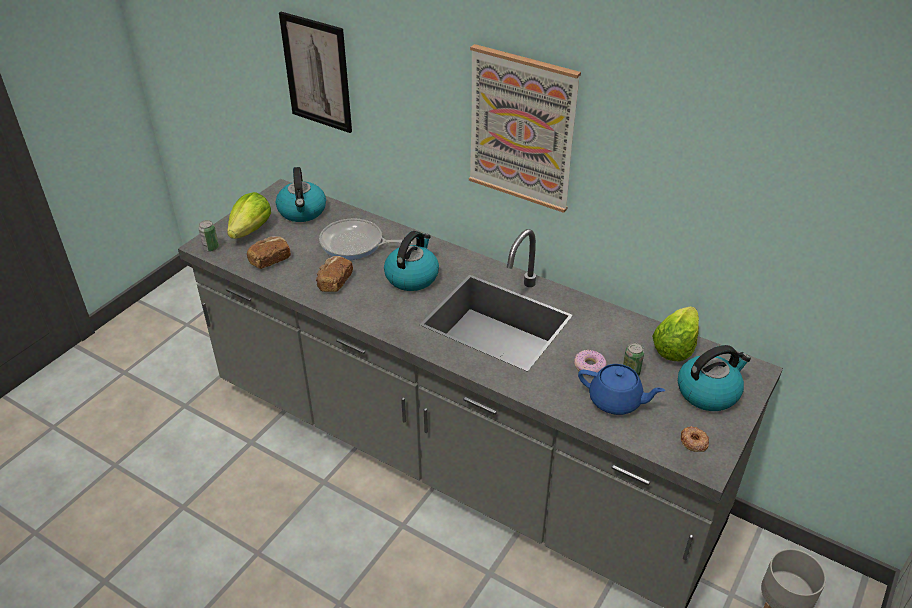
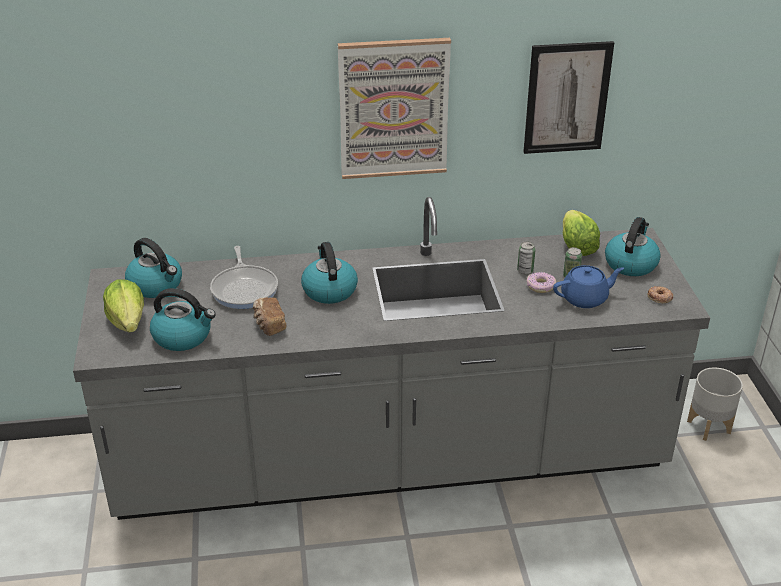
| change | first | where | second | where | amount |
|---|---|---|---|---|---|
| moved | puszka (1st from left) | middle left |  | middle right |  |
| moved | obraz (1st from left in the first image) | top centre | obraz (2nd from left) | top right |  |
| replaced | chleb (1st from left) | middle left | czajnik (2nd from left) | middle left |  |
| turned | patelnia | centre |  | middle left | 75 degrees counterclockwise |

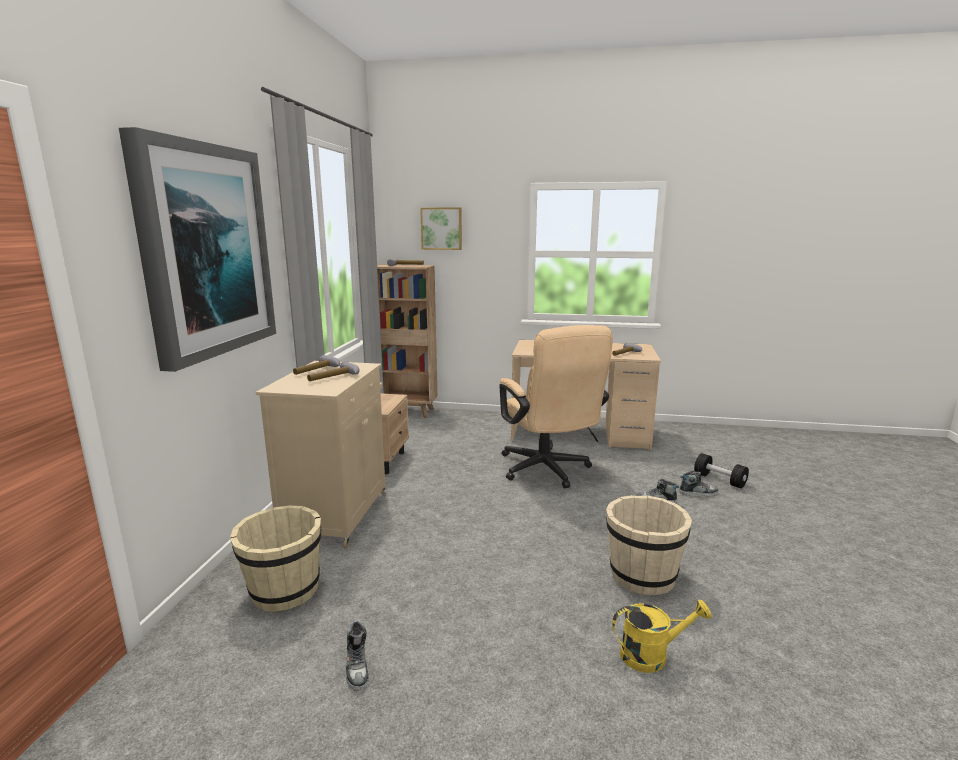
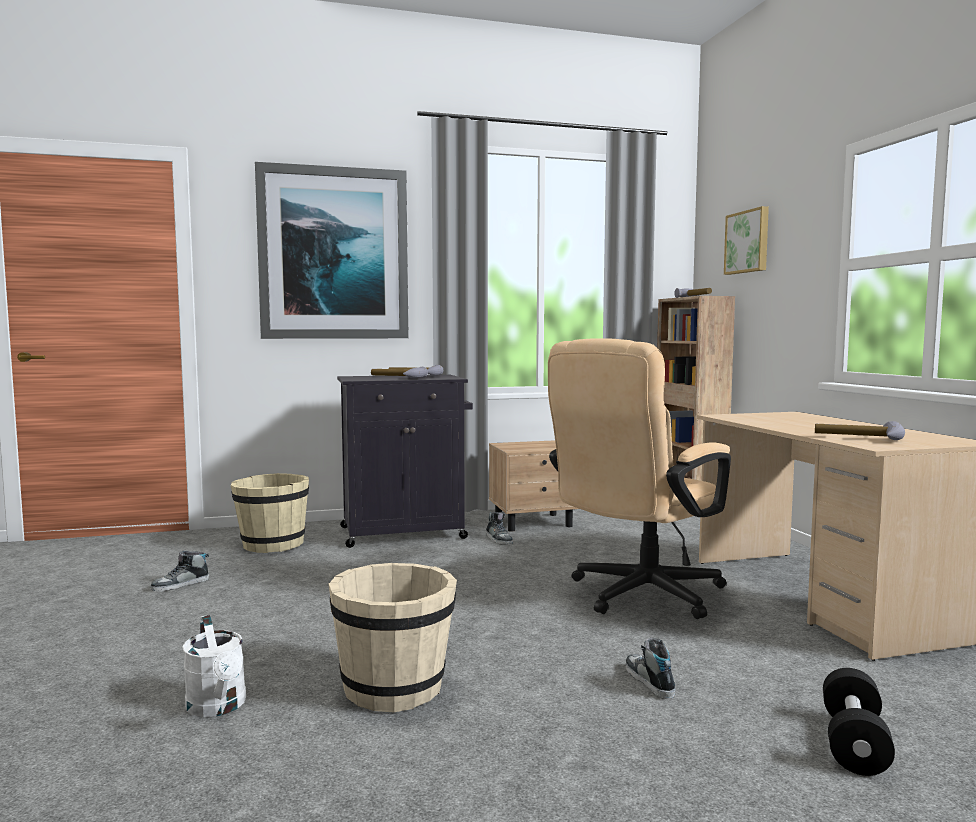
| change | first | where | second | where | amount |
|---|---|---|---|---|---|
| moved | but (3rd from left in the first image) | middle right | but (2nd from left) | centre |  |
| recoloured | szafka/beżowy | centre | szafka/czarny | centre |  |
| recoloured | konewka/żółty | bottom right | konewka/biały | bottom left |  |

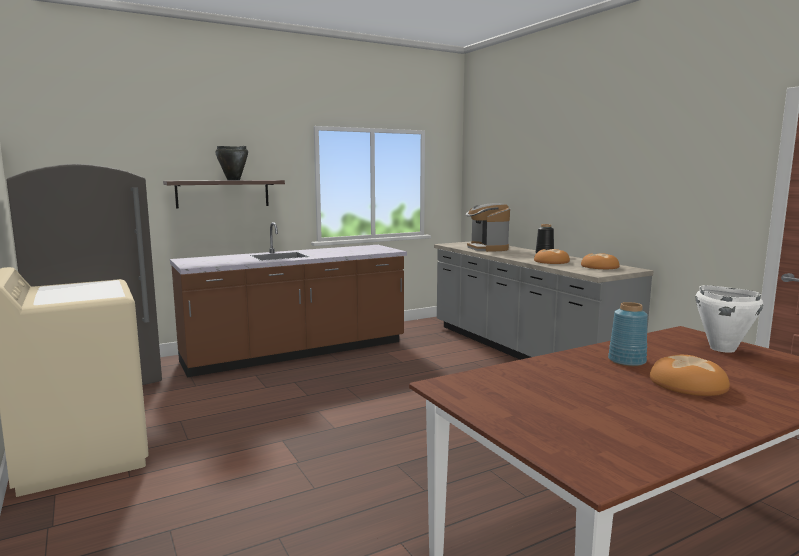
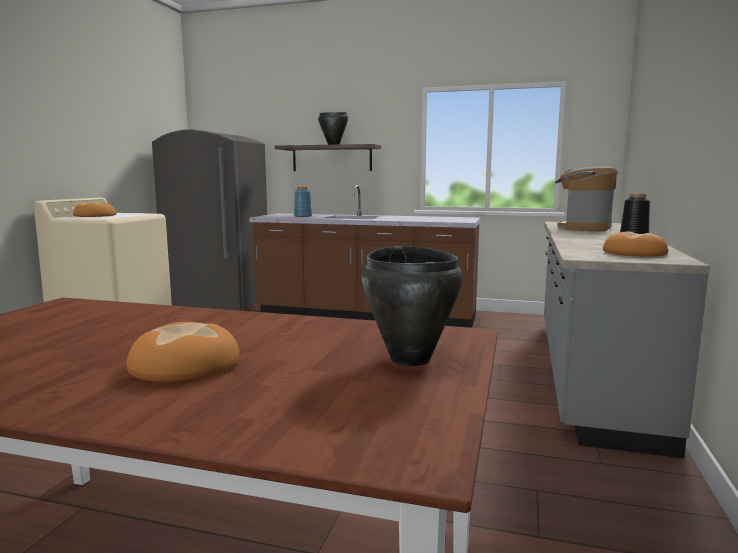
| change | first | where | second | where | amount |
|---|---|---|---|---|---|
| moved | chleb (1st from left) | middle right |  | middle left |  |
| moved | wazon/niebieski | middle right |  | centre |  |
| recoloured | garnek/biały | middle right | garnek/czarny (2nd from left) | centre |  |

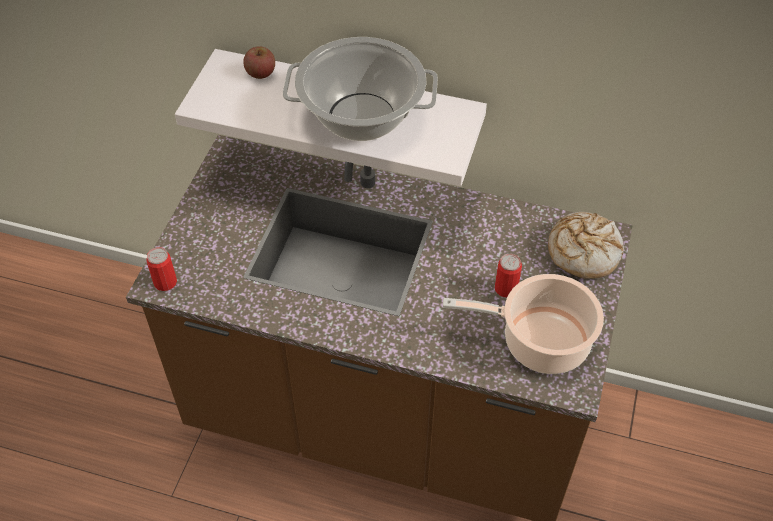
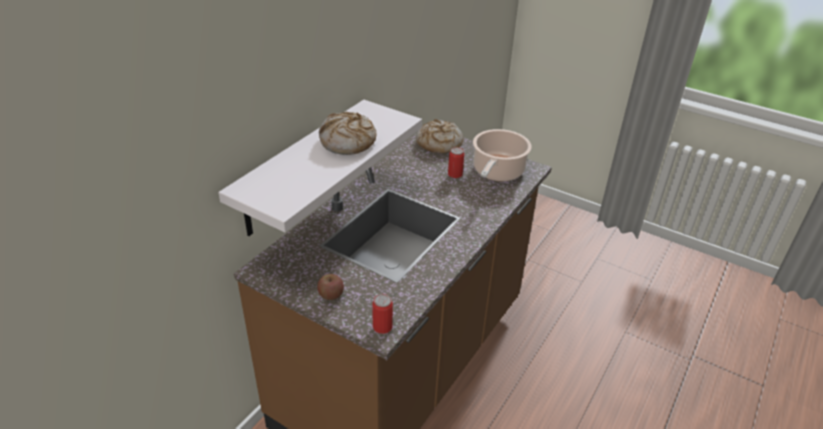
| change | first | where | second | where | amount |
|---|---|---|---|---|---|
| moved | jabłko | top centre |  | bottom centre |  |
| replaced | garnek (1st from left) | top centre | chleb (1st from left) | top centre |  |

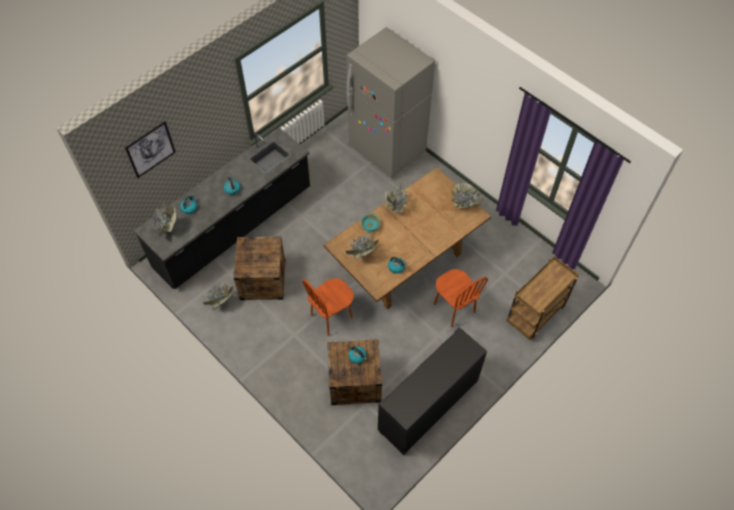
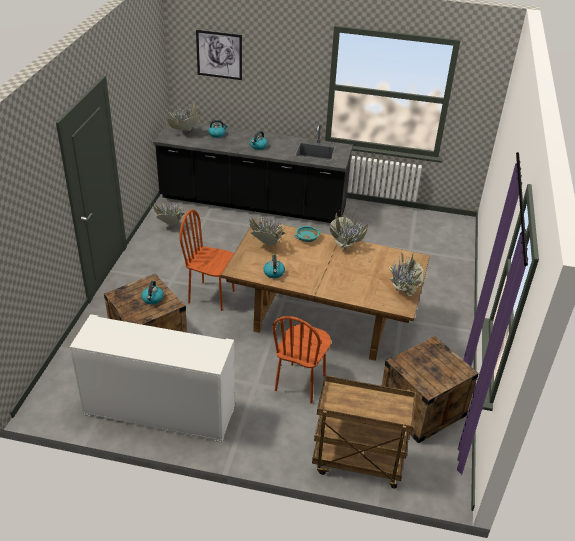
| change | first | where | second | where | amount |
|---|---|---|---|---|---|
| removed | lodówka/szary | top centre |  |  |  |
| moved | skrzynka (1st from left in the first image) | centre | skrzynka (2nd from left) | bottom right |  |
| recoloured | szafka/czarny | bottom centre | szafka/biały | bottom left |  |

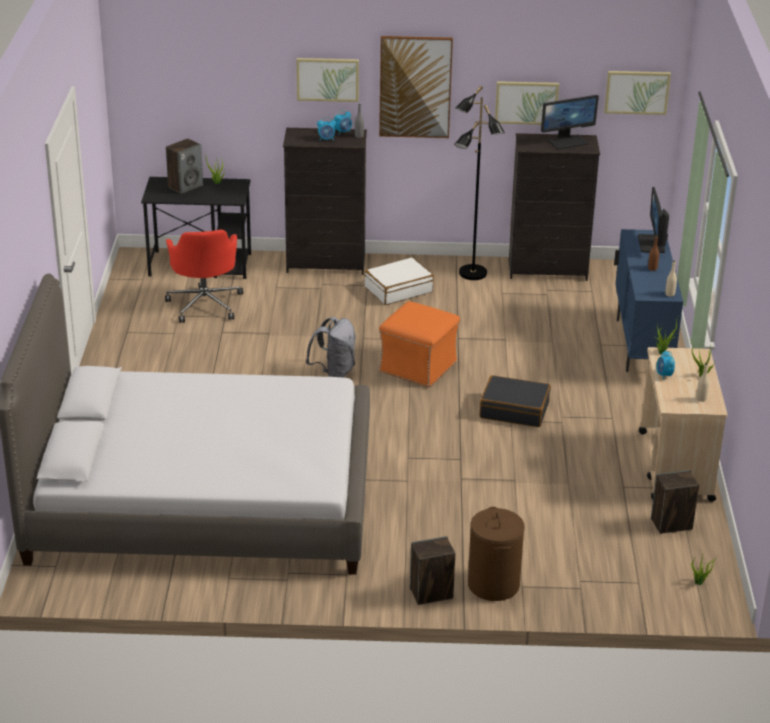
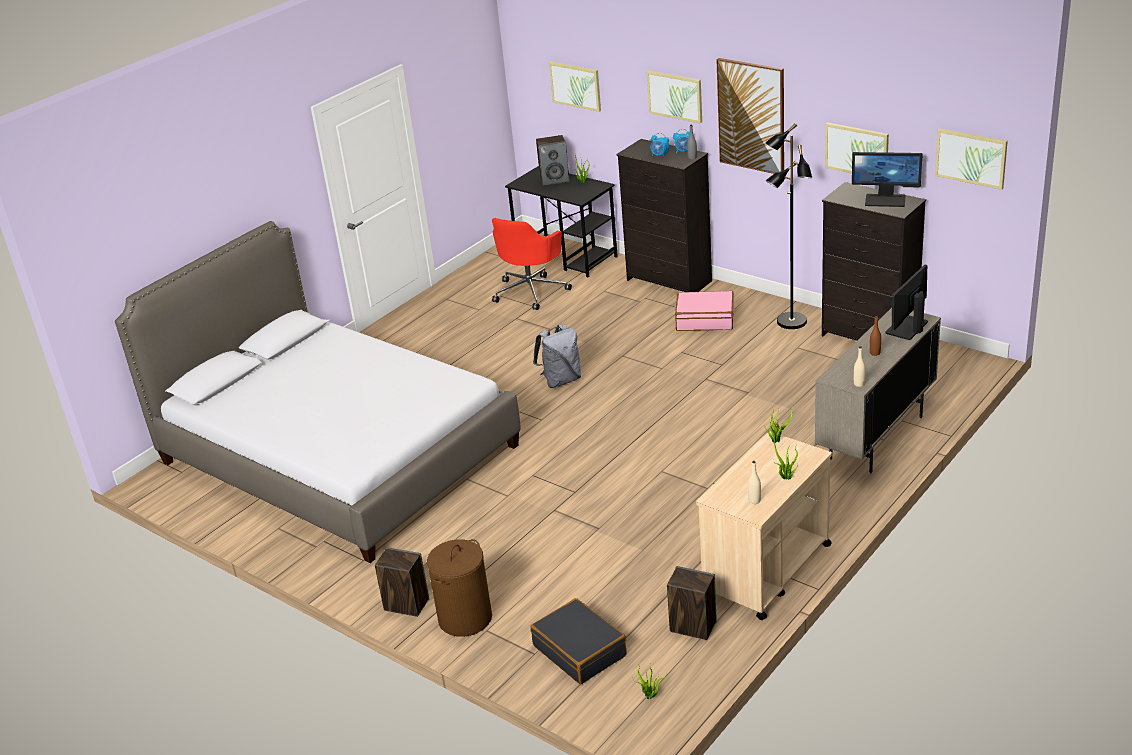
| change | first | where | second | where | amount |
|---|---|---|---|---|---|
| removed | pufa/pomarańczowy | centre |  |  |  |
| removed | budzik (3rd from left) | middle right |  |  |  |
| added |  |  | obraz (1st from left) | top centre |  |
| moved | walizka/czarny | middle right |  | bottom centre |  |
| recoloured | walizka/biały | centre | walizka/różowy | centre |  |
| recoloured | szafka/niebieski | middle right | szafka/beżowy | middle right |  |

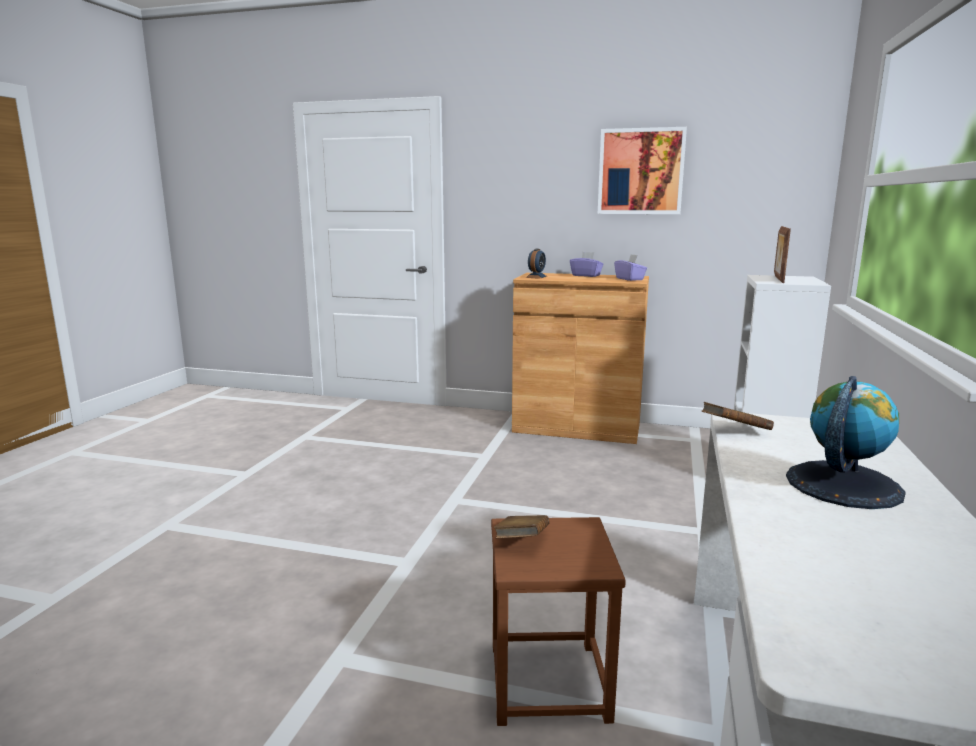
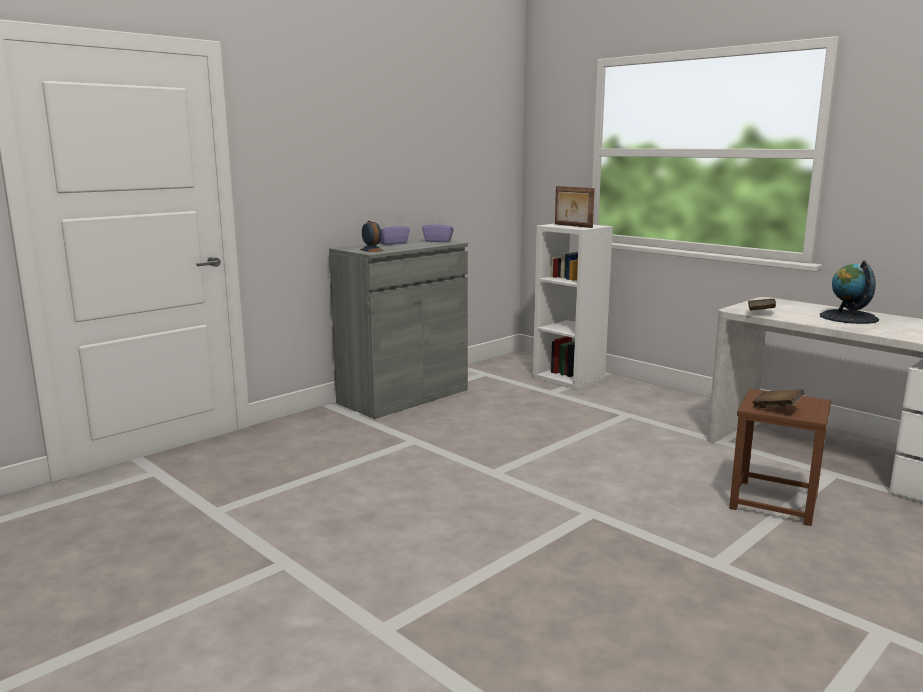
| change | first | where | second | where | amount |
|---|---|---|---|---|---|
| removed | obraz | top centre |  |  |  |
| recoloured | szafka/brązowy | centre | szafka/szary | centre |  |

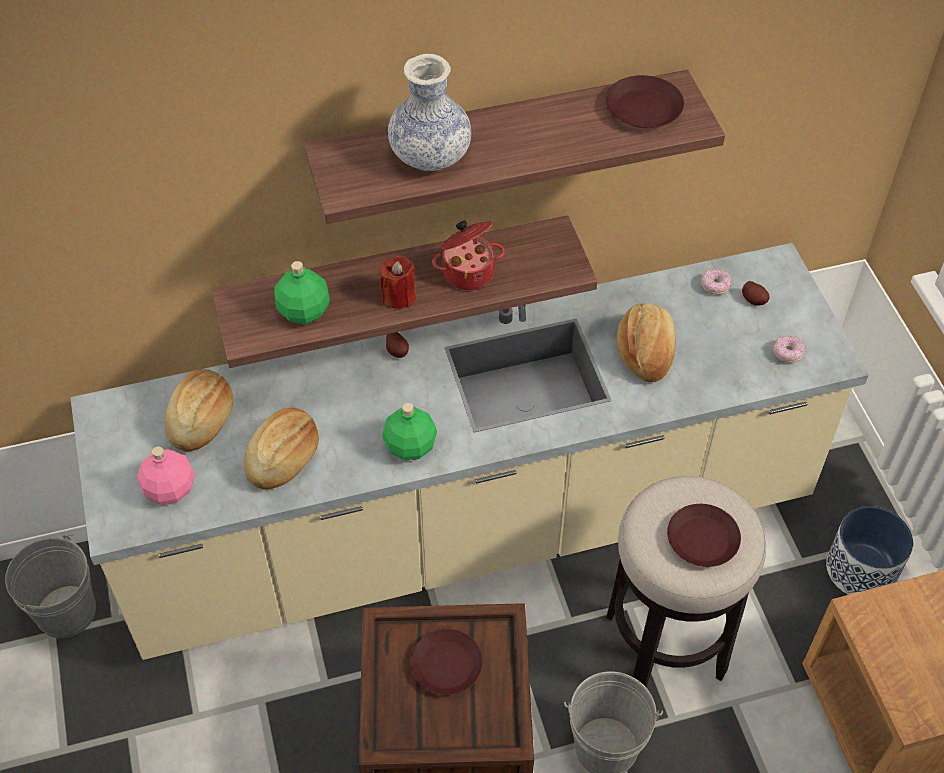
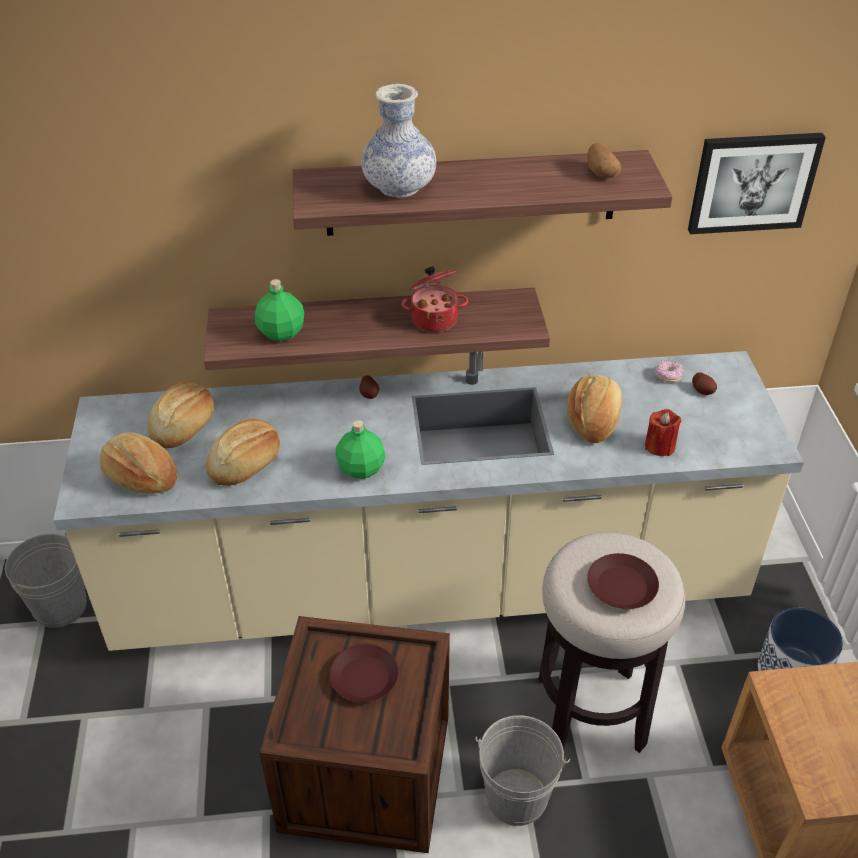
| change | first | where | second | where | amount |
|---|---|---|---|---|---|
| removed | donut (2nd from left) | middle right |  |  |  |
| added |  |  | obraz | top right |  |
| moved | świeca/czerwony | centre |  | middle right |  |
| replaced | butelka/różowy | middle left | chleb (1st from left) | middle left |  |
| replaced | talerz/brązowy (2nd from left) | top right | ziemniak (2nd from left) | top right |  |

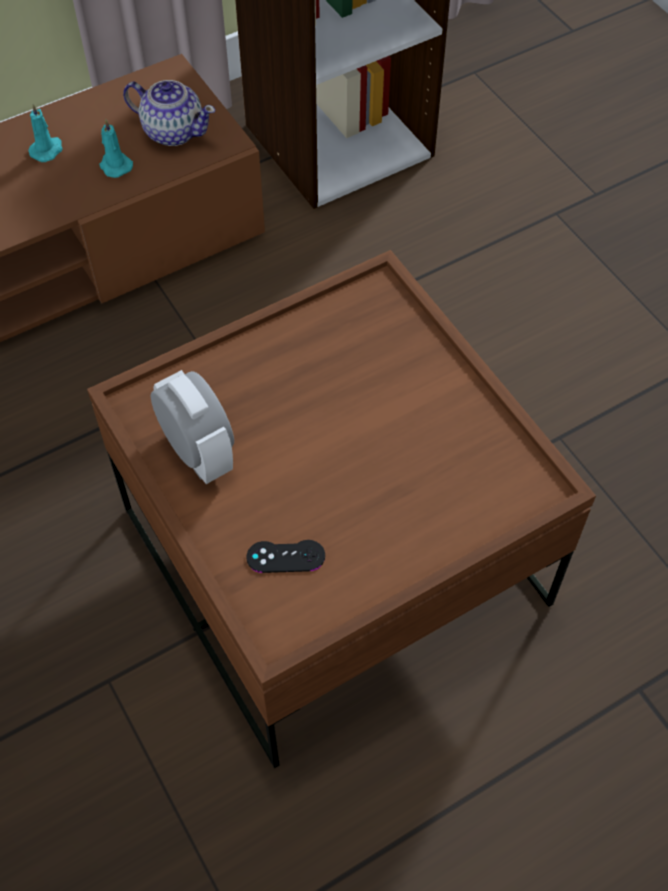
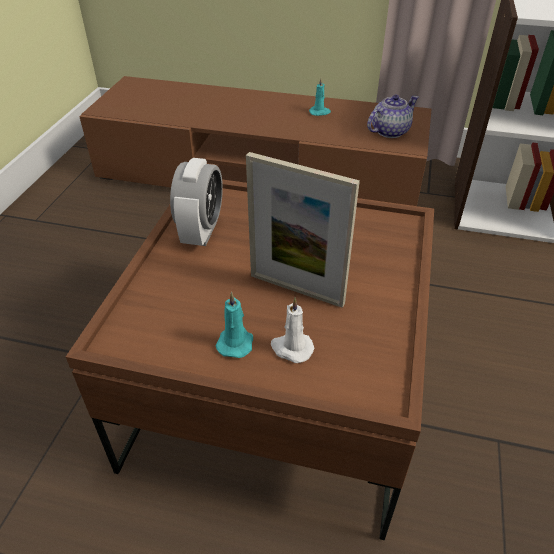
| change | first | where | second | where | amount |
|---|---|---|---|---|---|
| removed | pad do gier/czarny | centre |  |  |  |
| added |  |  | ramka na zdjęcie | centre |  |
| added |  |  | świeca/biały | centre |  |
| moved | świeca/turkusowy (2nd from left in the first image) | top left | świeca/turkusowy (1st from left) | centre |  |
| turned | imbryk | top left |  | top right | 105 degrees counterclockwise |

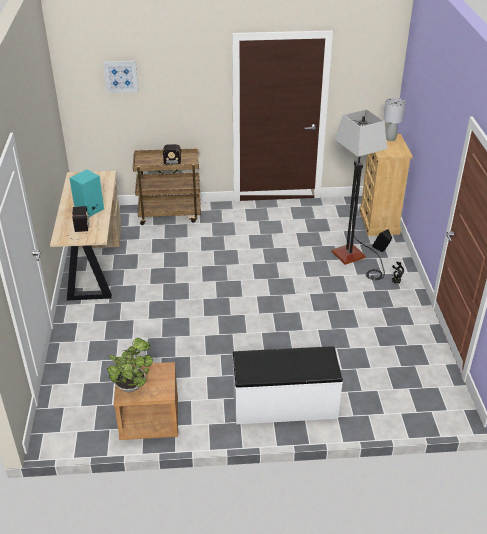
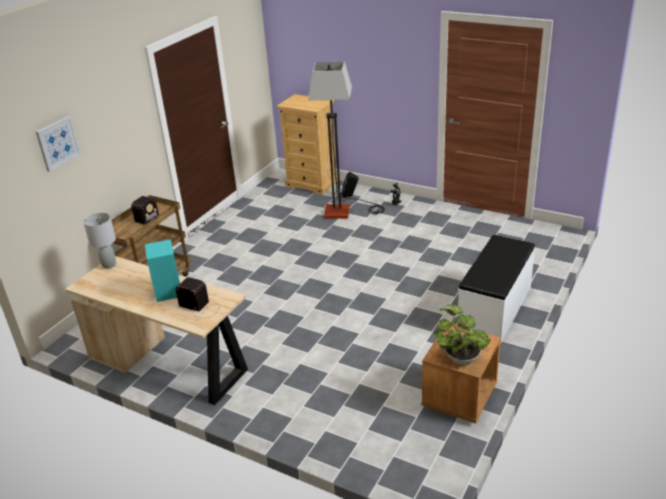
| change | first | where | second | where | amount |
|---|---|---|---|---|---|
| moved | lampa stołowa/szary | top right |  | middle left |  |

